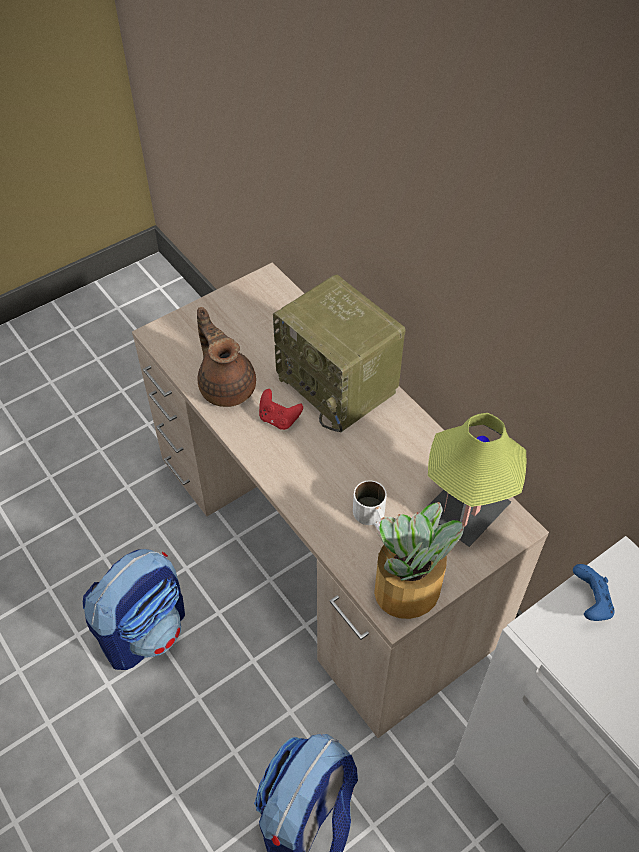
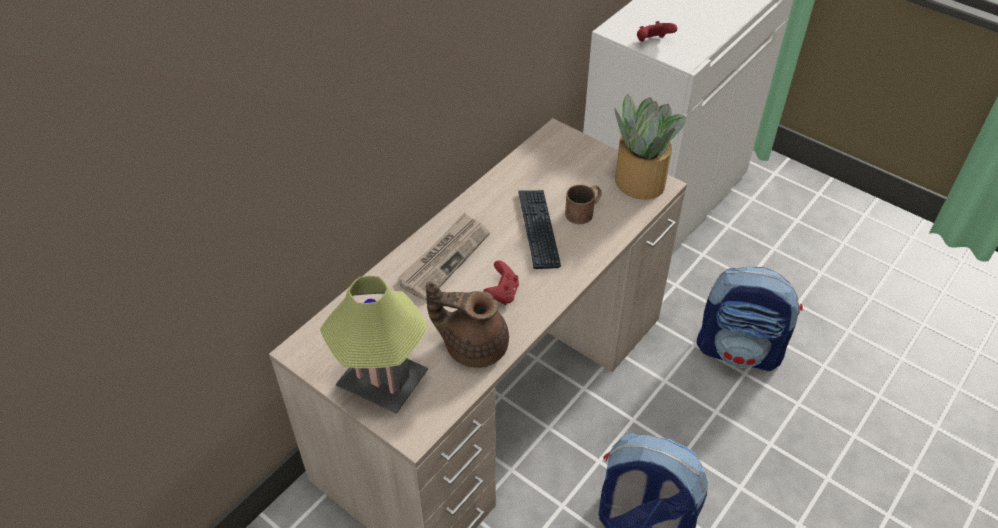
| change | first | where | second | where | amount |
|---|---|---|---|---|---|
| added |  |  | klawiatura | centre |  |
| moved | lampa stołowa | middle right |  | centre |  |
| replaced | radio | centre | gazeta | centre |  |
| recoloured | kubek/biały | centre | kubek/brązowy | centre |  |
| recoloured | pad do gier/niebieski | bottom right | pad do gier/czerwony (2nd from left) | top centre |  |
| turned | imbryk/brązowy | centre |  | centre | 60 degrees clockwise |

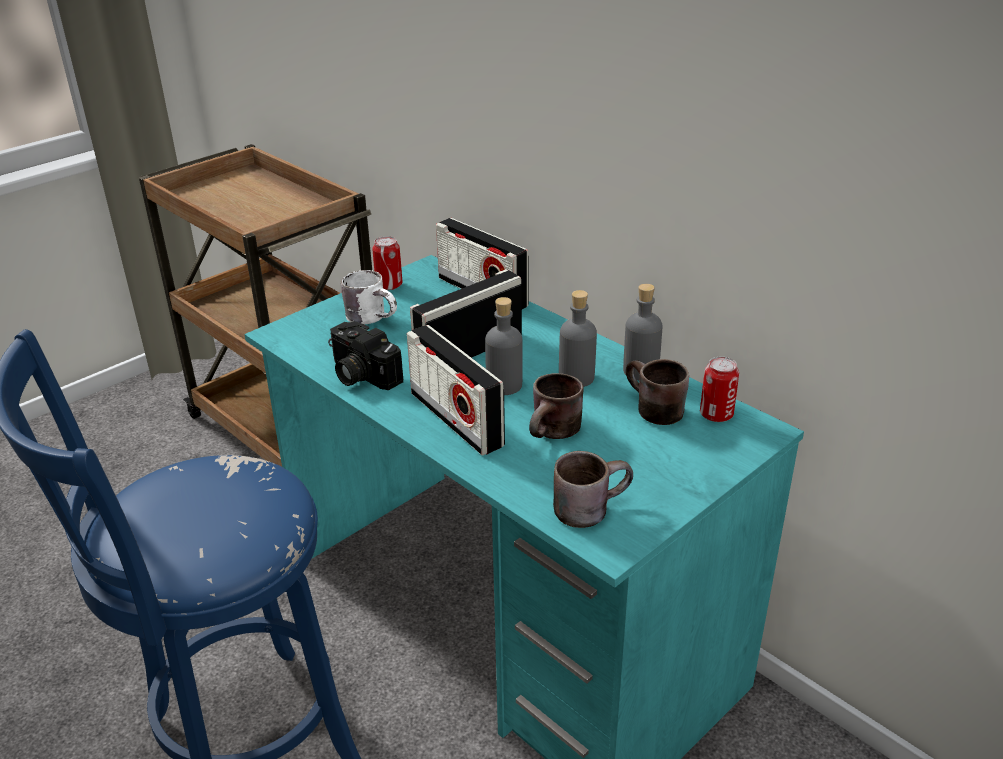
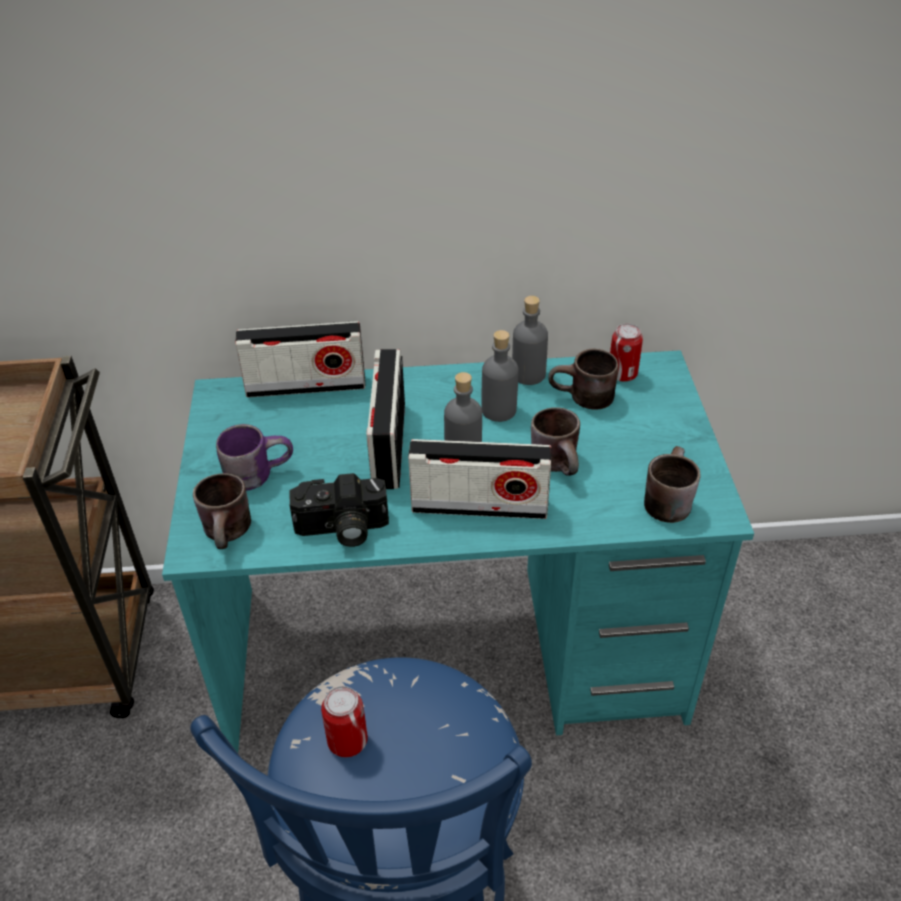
| change | first | where | second | where | amount |
|---|---|---|---|---|---|
| added |  |  | kubek/brązowy (1st from left) | middle left |  |
| moved | puszka (1st from left) | centre |  | bottom centre |  |
| recoloured | kubek/biały | centre | kubek/fioletowy | middle left |  |

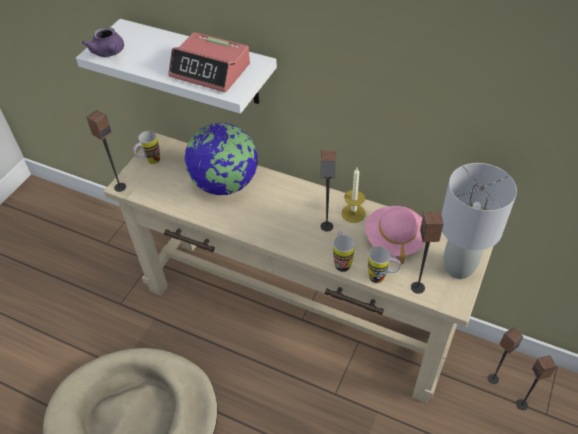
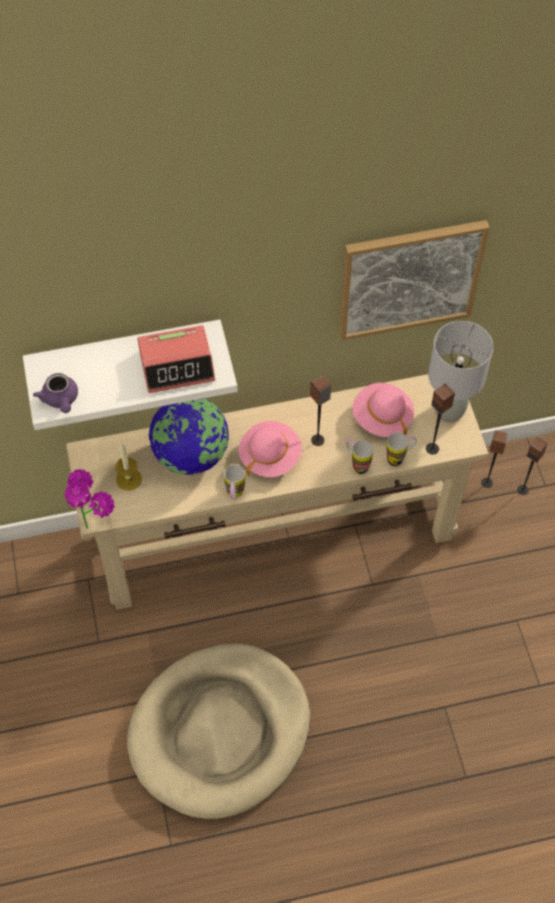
| change | first | where | second | where | amount |
|---|---|---|---|---|---|
| added |  |  | kapelusz/różowy (1st from left) | centre |  |
| added |  |  | obraz | top right |  |
| moved | kubek (1st from left) | middle left |  | centre |  |
| moved | świeca | centre |  | middle left |  |
| replaced | głośnik (1st from left) | middle left | roślina doniczkowa | middle left |  |
| turned | imbryk/fioletowy | top left |  | middle left | 45 degrees clockwise |

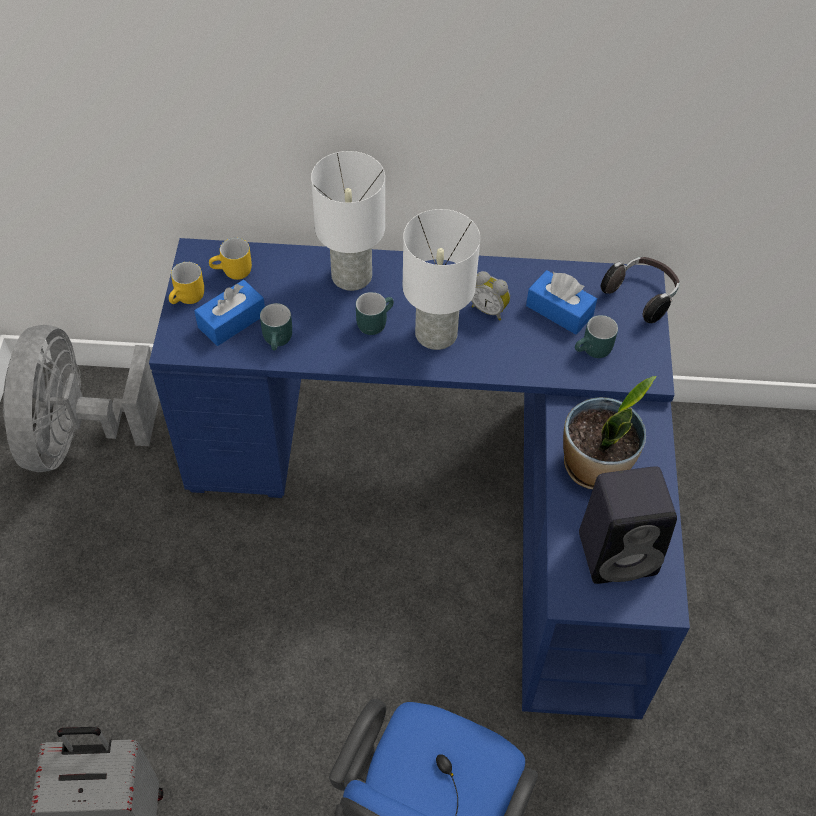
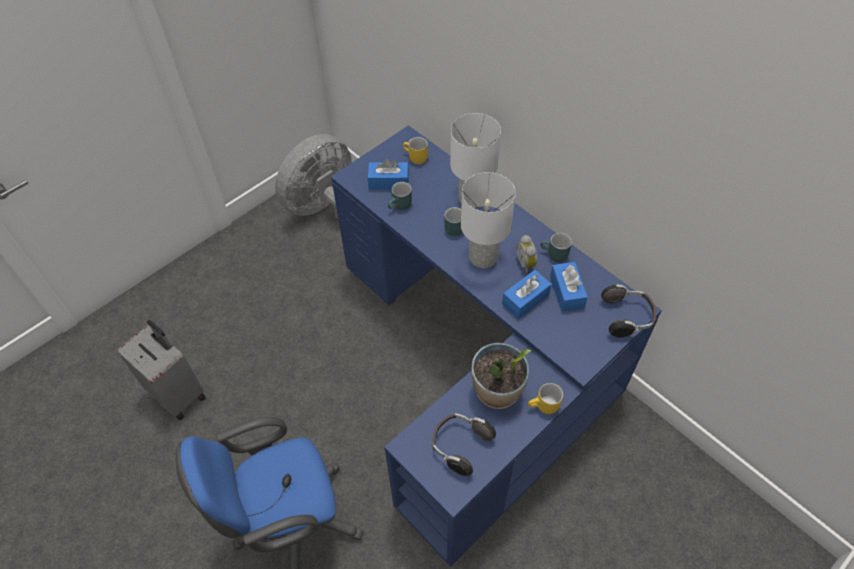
| change | first | where | second | where | amount |
|---|---|---|---|---|---|
| added |  |  | pudełko chusteczek/niebieski (2nd from left) | centre |  |
| moved | kubek/żółty (1st from left in the first image) | middle left | kubek/żółty (2nd from left) | bottom centre |  |
| moved | kubek/turkusowy (3rd from left) | middle right |  | centre |  |
| replaced | głośnik/czarny | middle right | słuchawki (1st from left) | bottom centre |  |

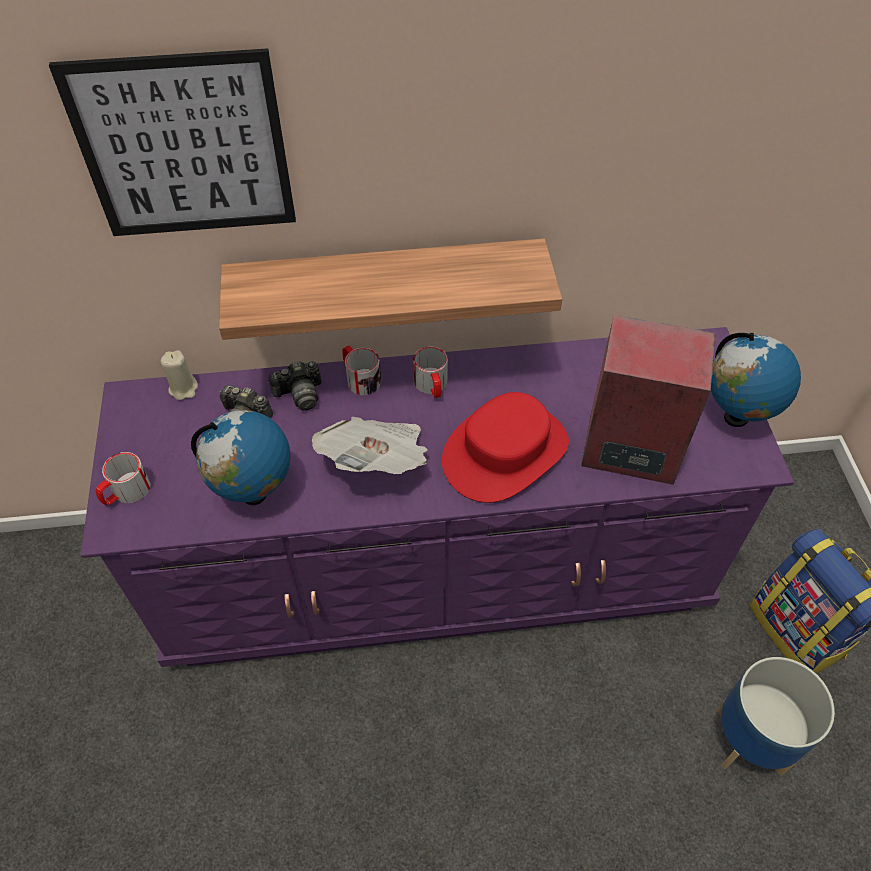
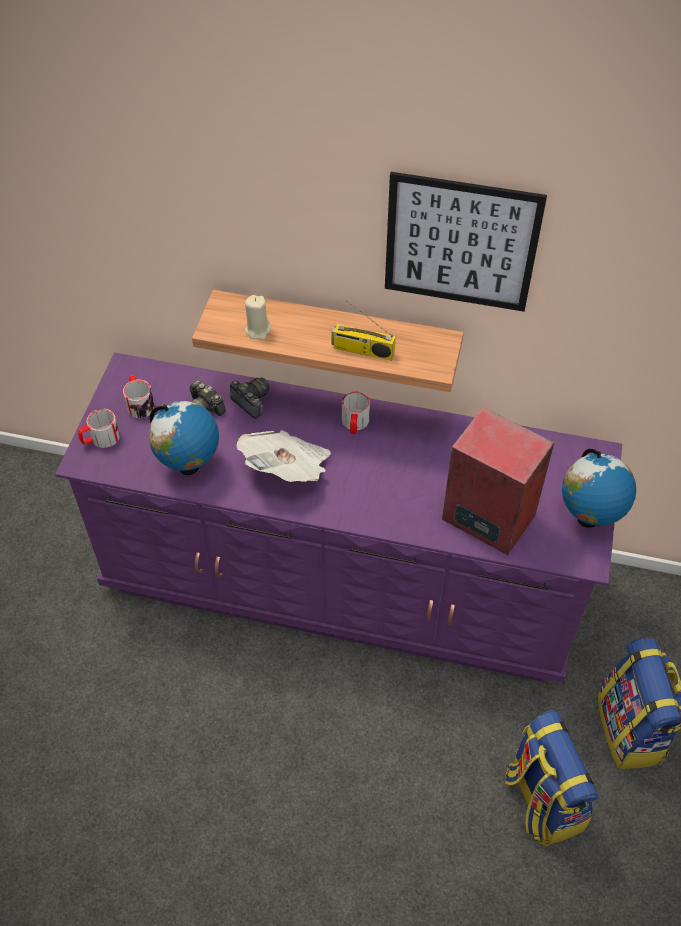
| change | first | where | second | where | amount |
|---|---|---|---|---|---|
| removed | kapelusz/czerwony | centre |  |  |  |
| added |  |  | radio | centre |  |
| moved | obraz | top left |  | top right |  |
| moved | świeca/beżowy | middle left |  | centre |  |
| moved | kubek (2nd from left) | centre |  | middle left |  |
| replaced | donica | bottom right | plecak (1st from left) | bottom right |  |
| turned | aparat fotograficzny (2nd from left) | centre |  | centre | 135 degrees counterclockwise |

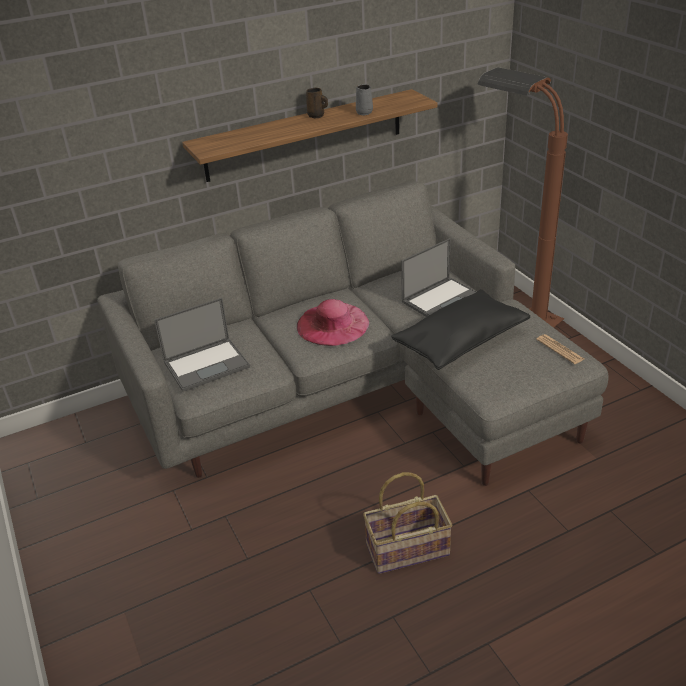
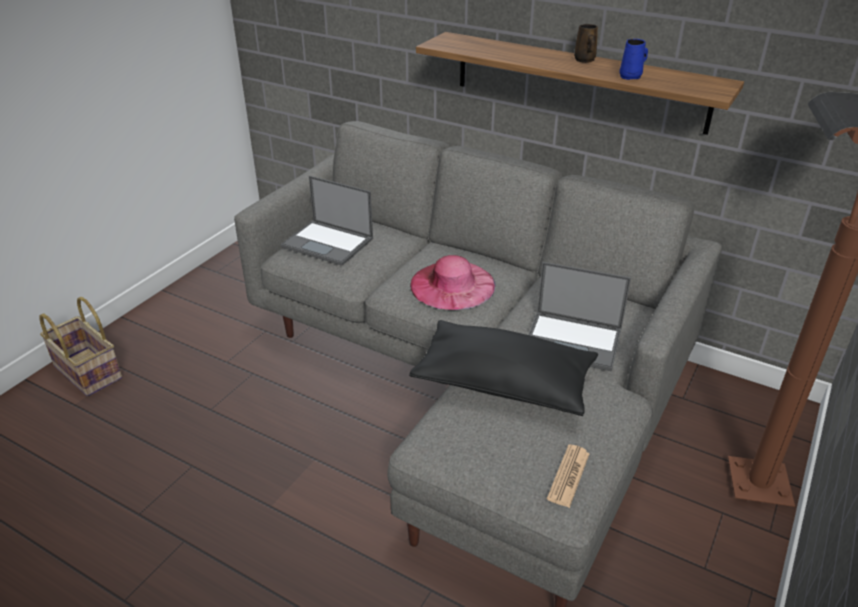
| change | first | where | second | where | amount |
|---|---|---|---|---|---|
| moved | koszyk | bottom centre |  | middle left |  |
| recoloured | kubek/szary | top centre | kubek/niebieski | top right |  |

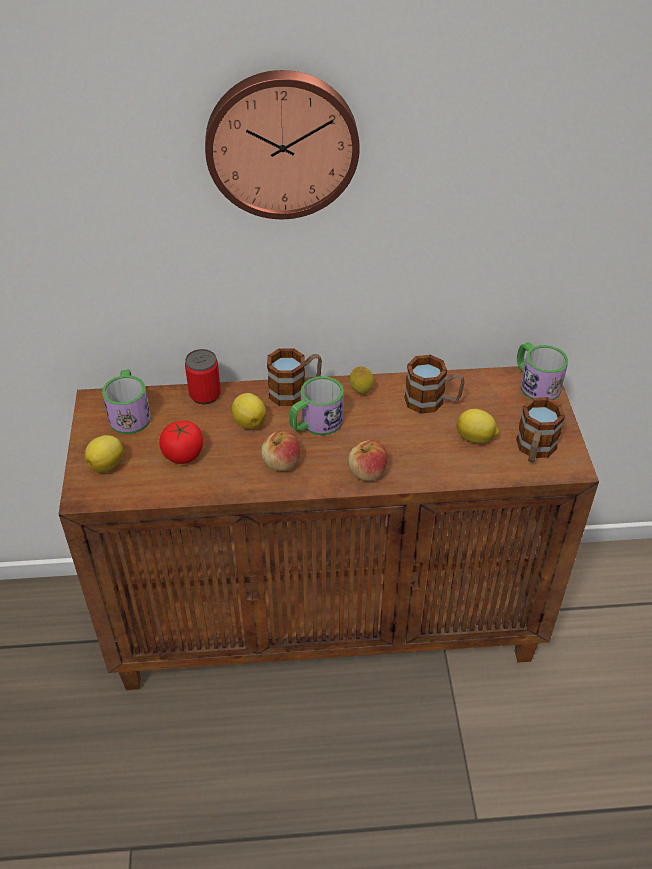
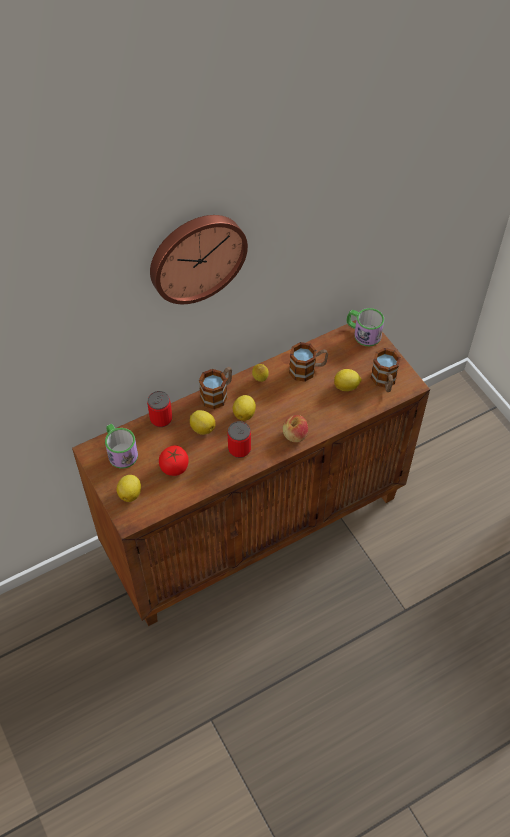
| change | first | where | second | where | amount |
|---|---|---|---|---|---|
| replaced | jabłko (1st from left) | centre | puszka (2nd from left) | centre |  |
| replaced | kubek (3rd from left) | centre | cytryna (3rd from left) | centre |  |

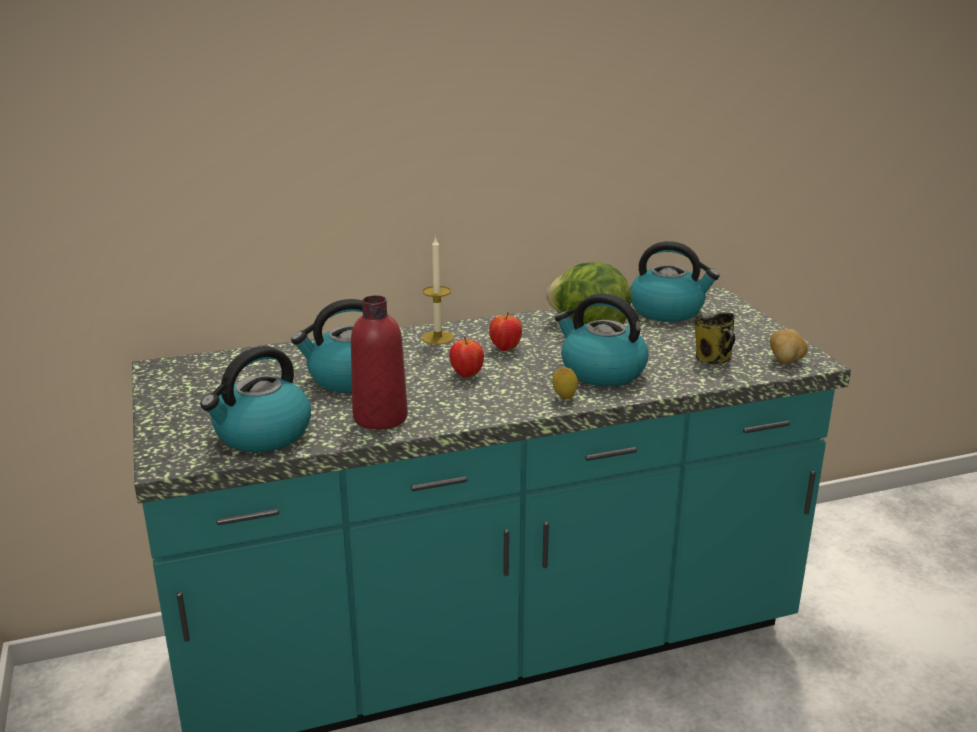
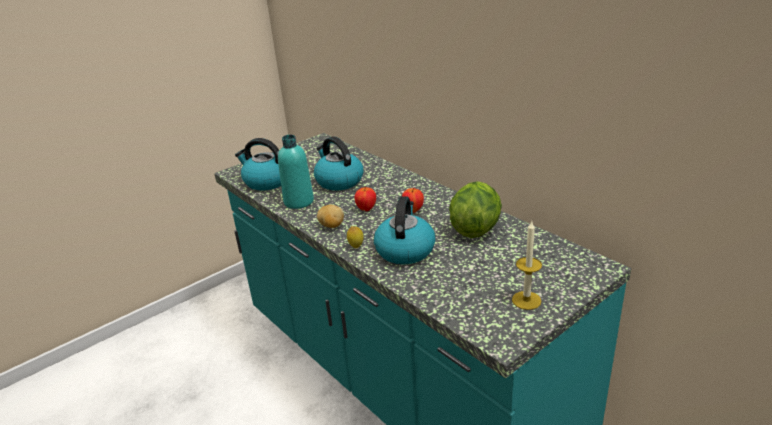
| change | first | where | second | where | amount |
|---|---|---|---|---|---|
| removed | czajnik (4th from left) | middle right |  |  |  |
| removed | kubek | middle right |  |  |  |
| moved | świeca | centre |  | middle right |  |
| moved | ziemniak | middle right |  | centre |  |
| recoloured | butelka/czerwony | centre | butelka/turkusowy | centre |  |

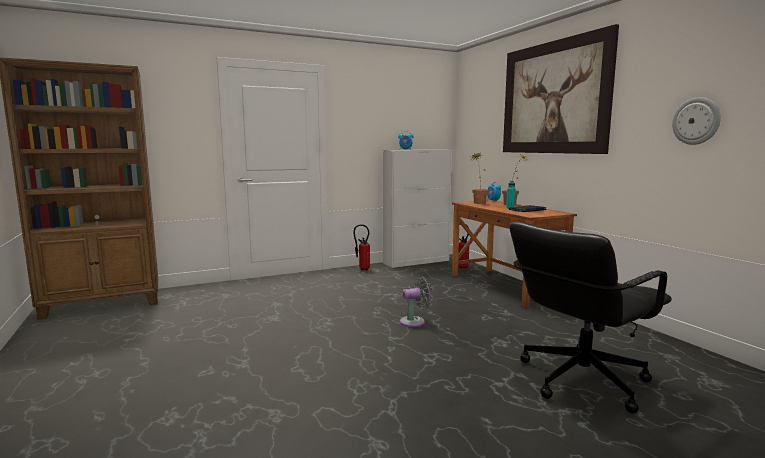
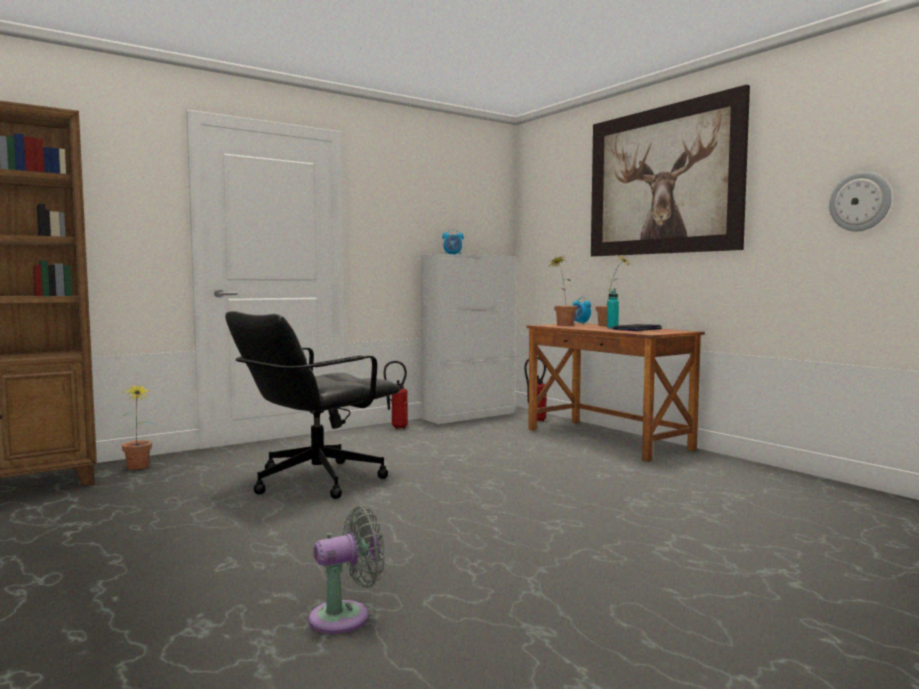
| change | first | where | second | where | amount |
|---|---|---|---|---|---|
| added |  |  | roślina doniczkowa (1st from left) | middle left |  |
| moved | wentylator/szary | centre |  | bottom centre |  |
| moved | krzesło biurowe/czarny | bottom right |  | centre |  |

